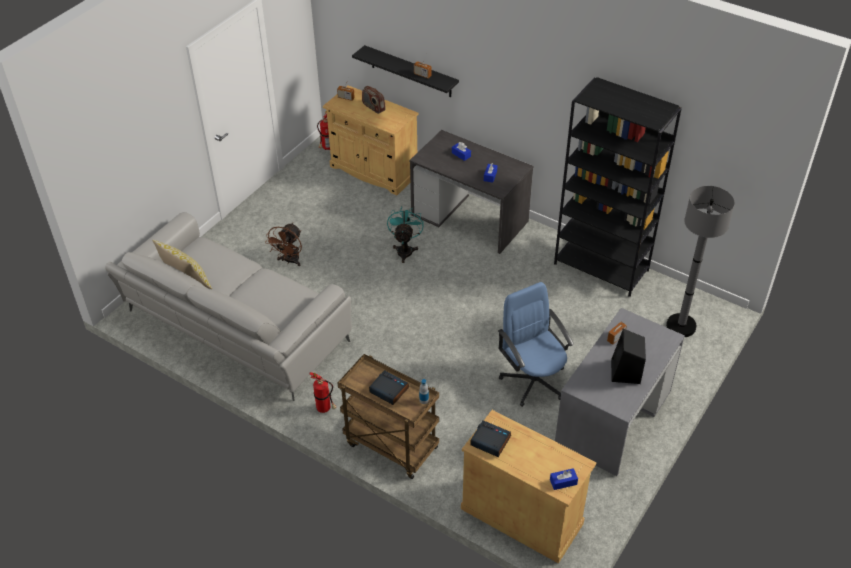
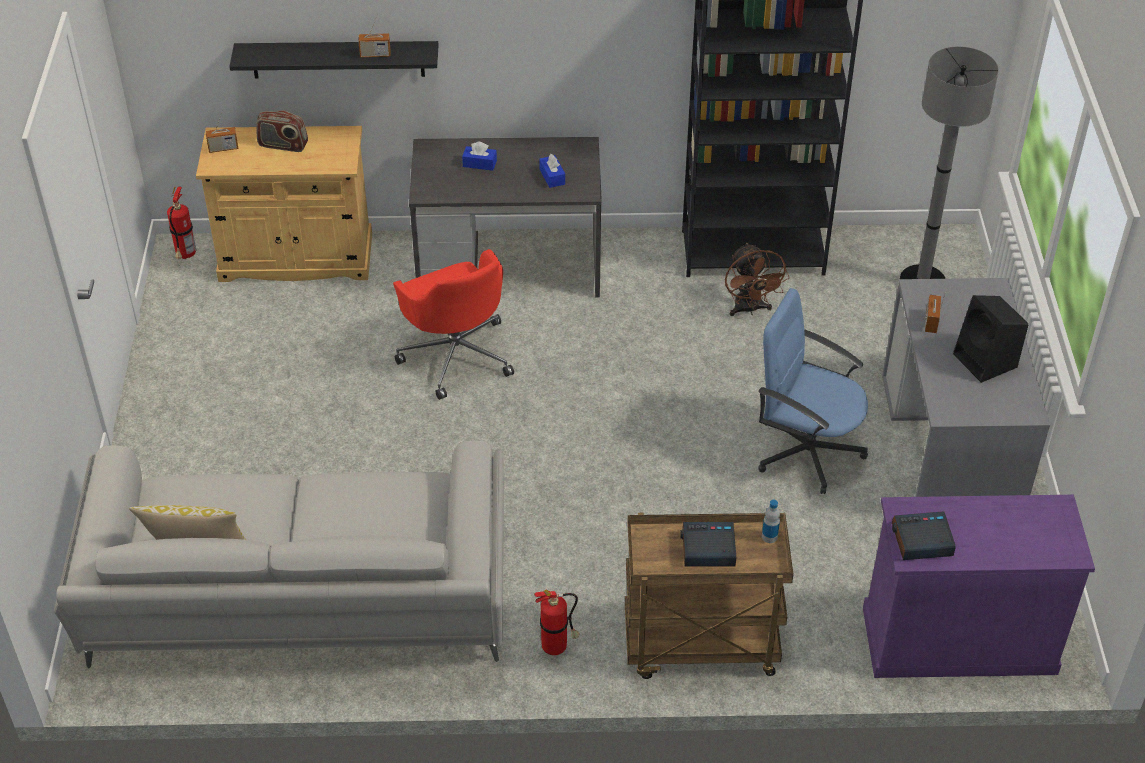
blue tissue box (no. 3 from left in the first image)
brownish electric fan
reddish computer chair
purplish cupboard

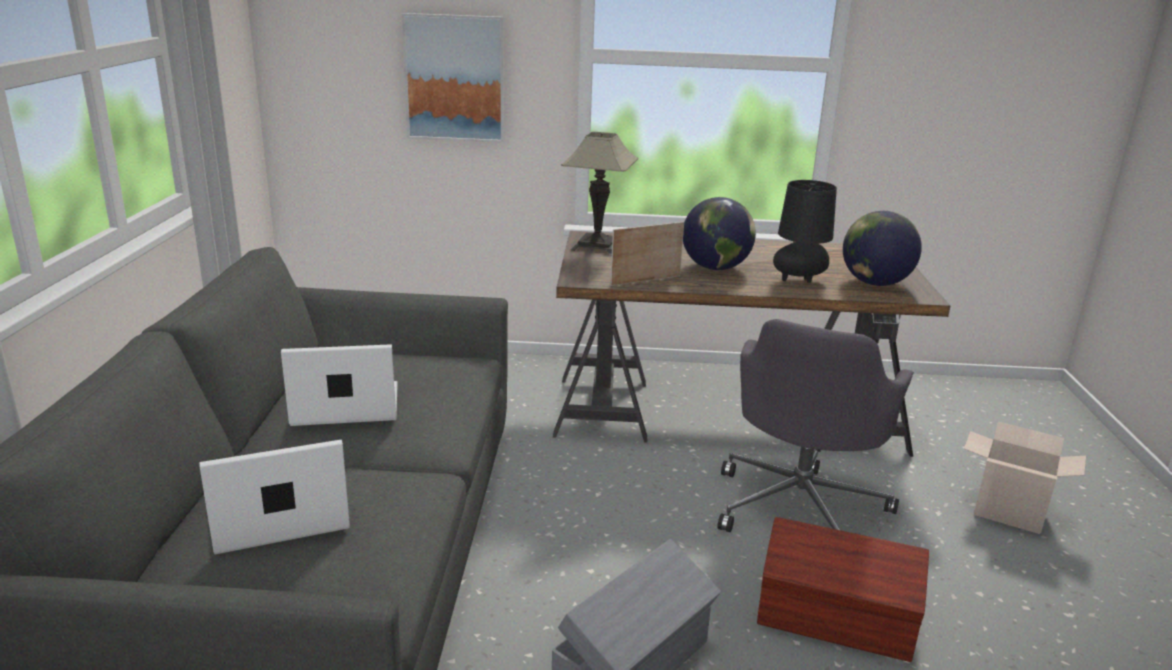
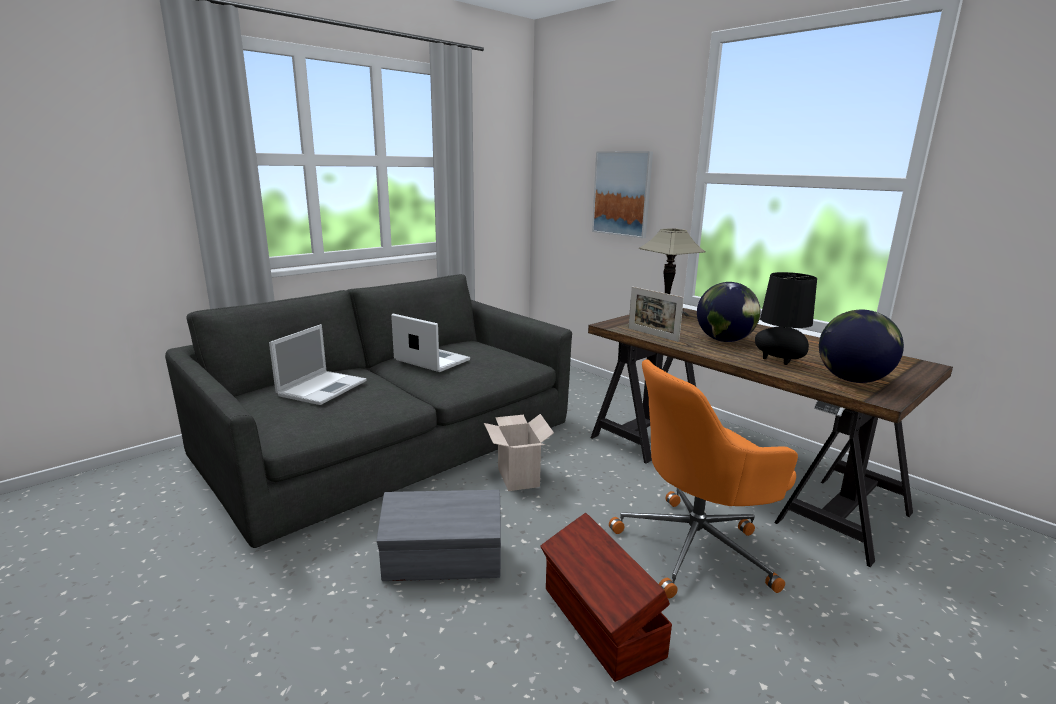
cardboard box
orangey computer chair
portable computer (no. 1 from left)
picture frame

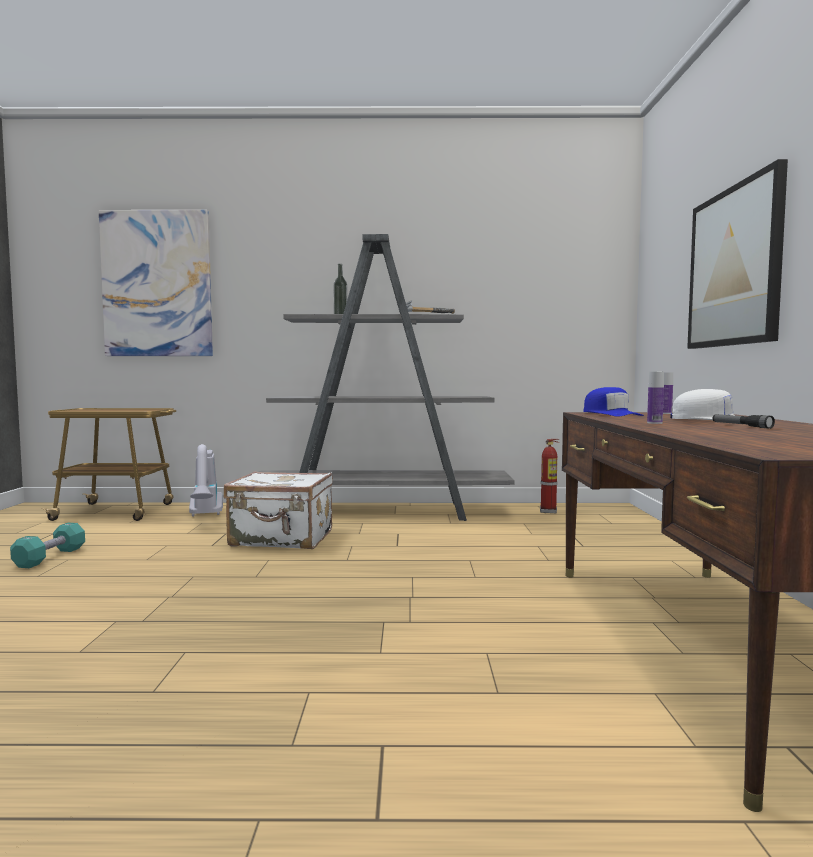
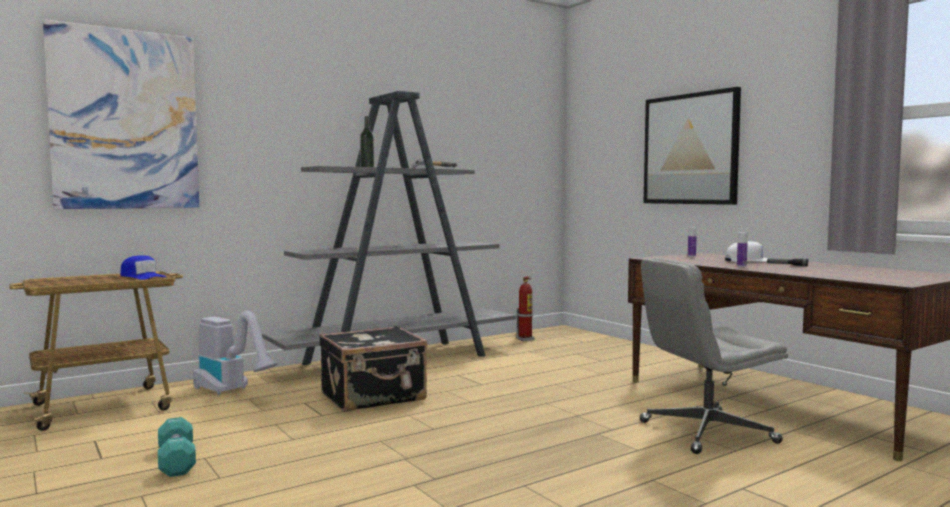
grey computer chair
blue cap
blackish travel case

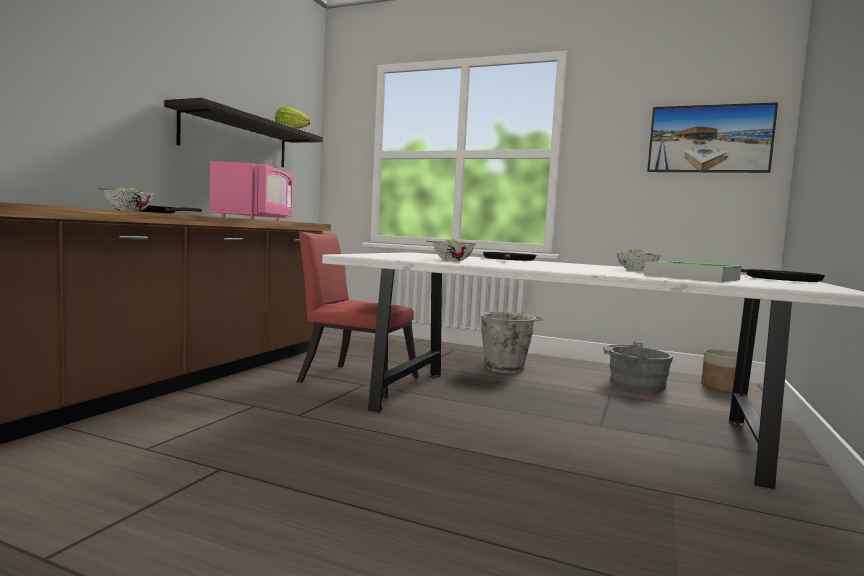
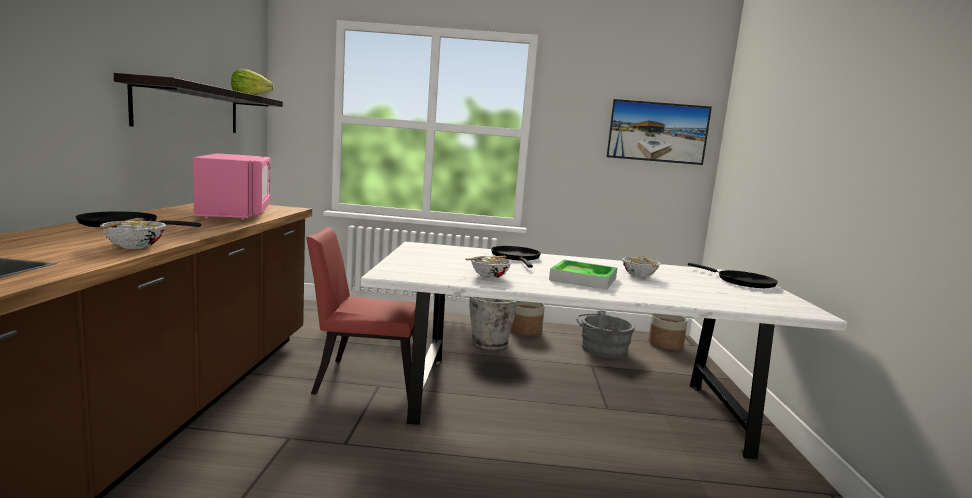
flower pot (no. 1 from left)
serving tray

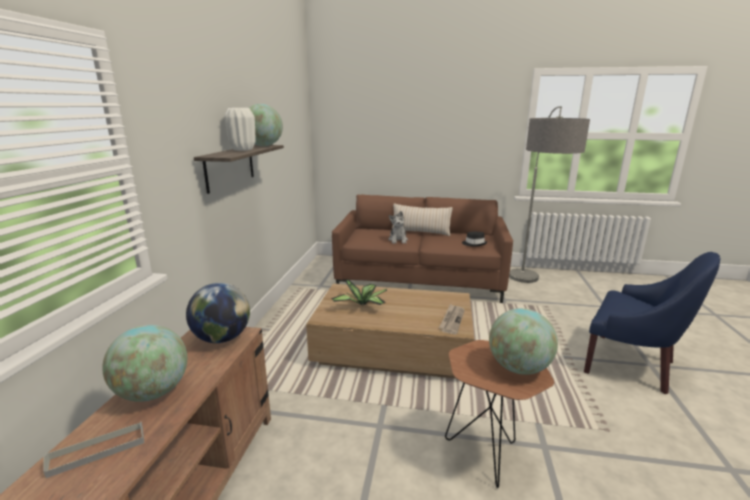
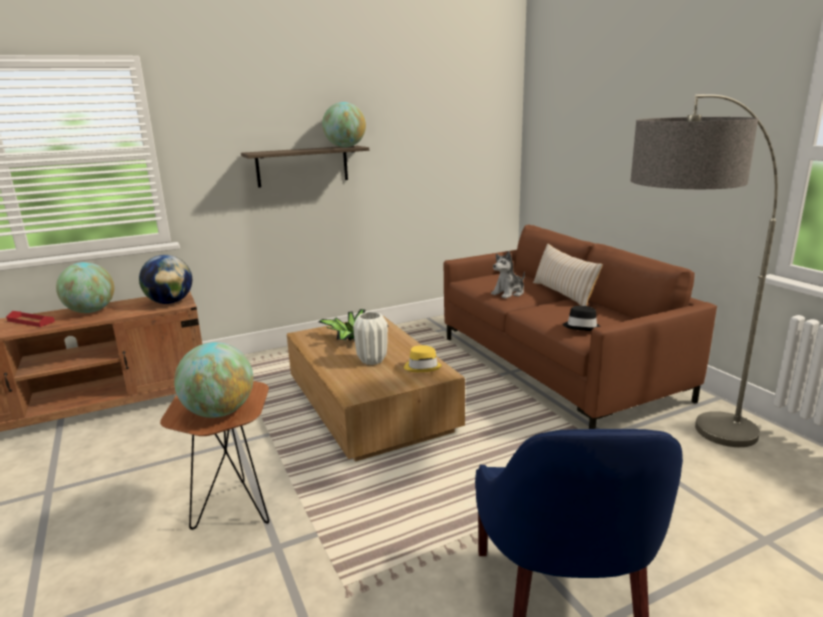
daily paper
yellow clothing hat
white vase
reddish serving tray

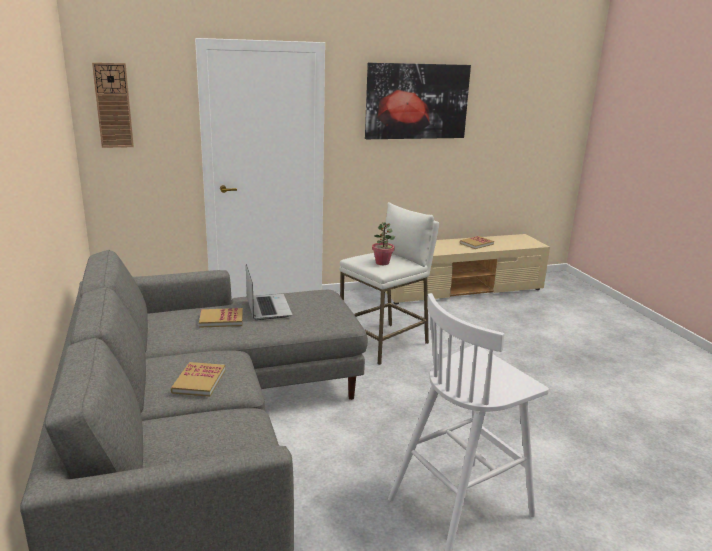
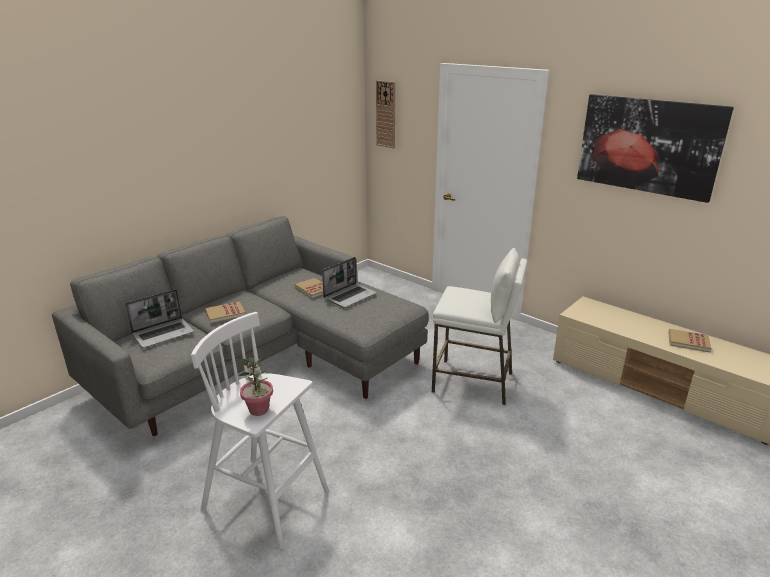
portable computer (no. 1 from left)
houseplant

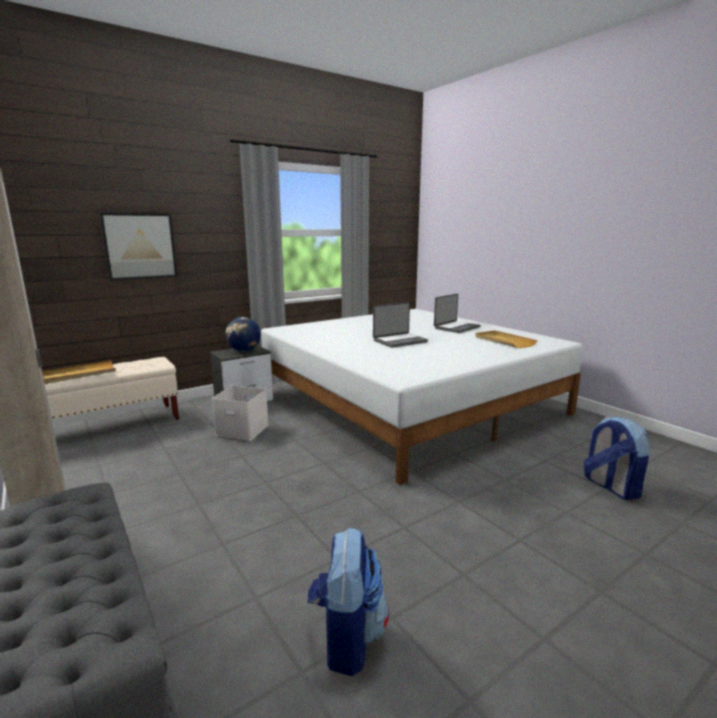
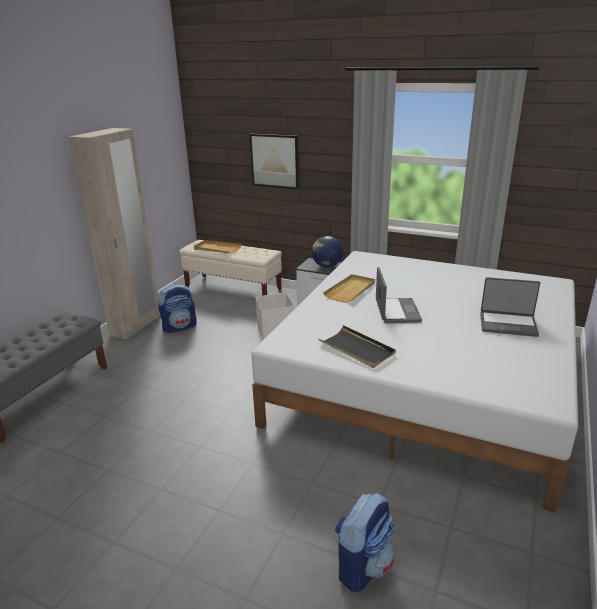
blackish serving tray
rucksack (no. 1 from left)
sand-coloured serving tray (no. 2 from left)
portable computer (no. 1 from left)

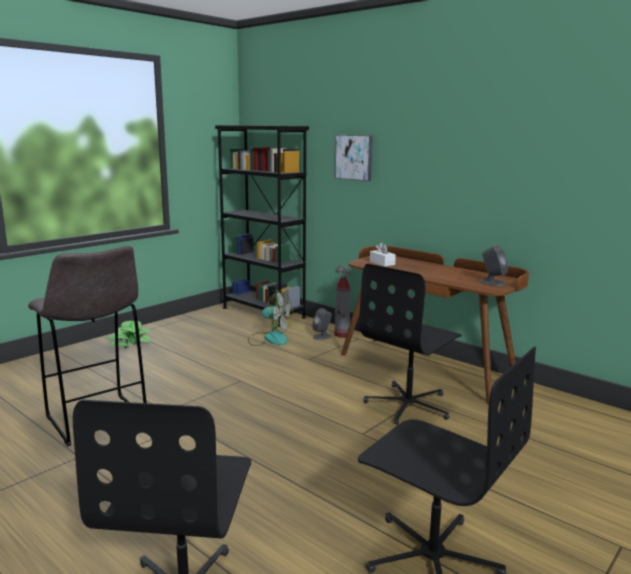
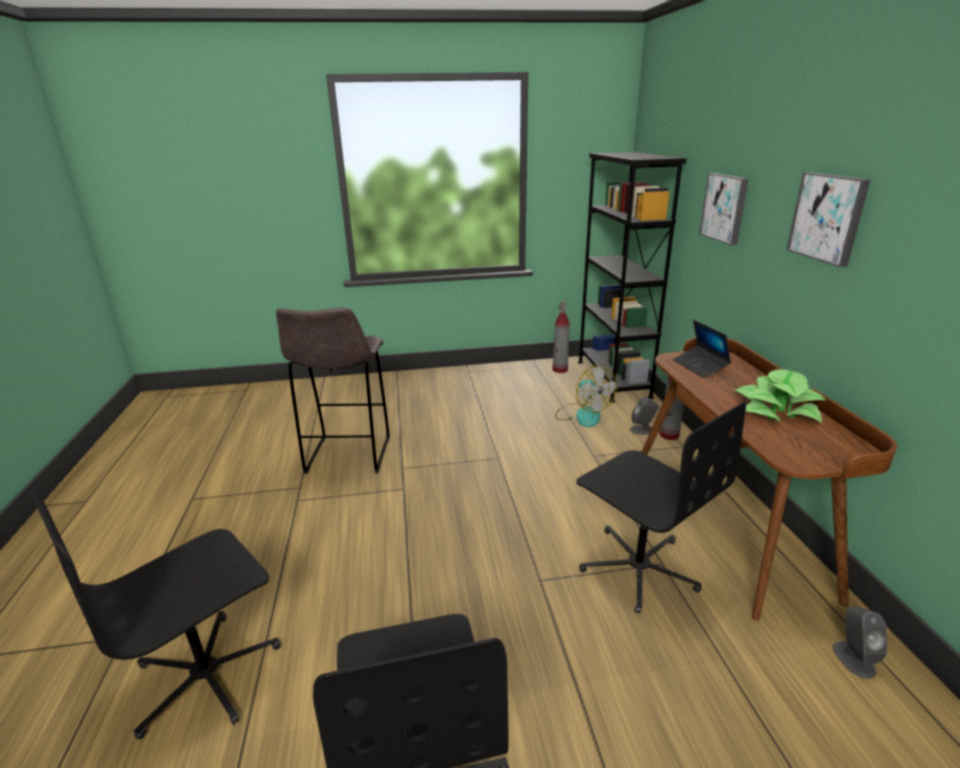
fire extinguisher (no. 1 from left)
wall picture (no. 2 from left)
houseplant
grey loudspeaker (no. 2 from left)
portable computer
blackish computer chair (no. 3 from left)

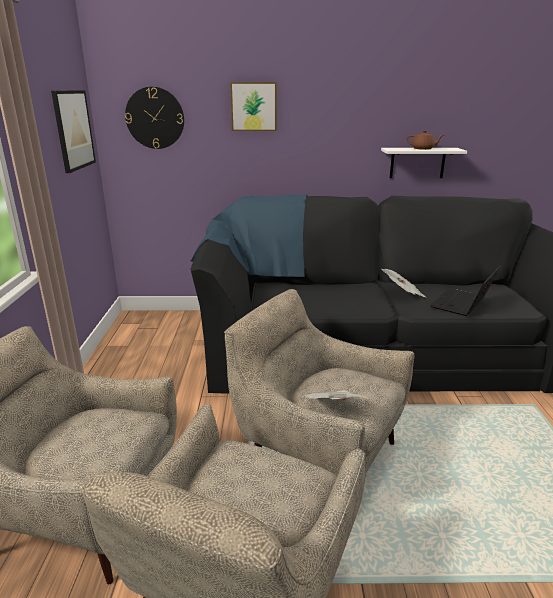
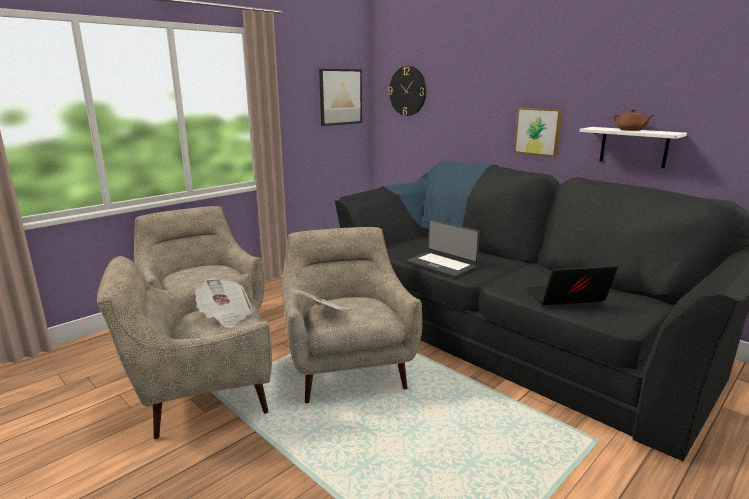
portable computer (no. 1 from left)
wall picture (no. 2 from left)
daily paper (no. 1 from left)

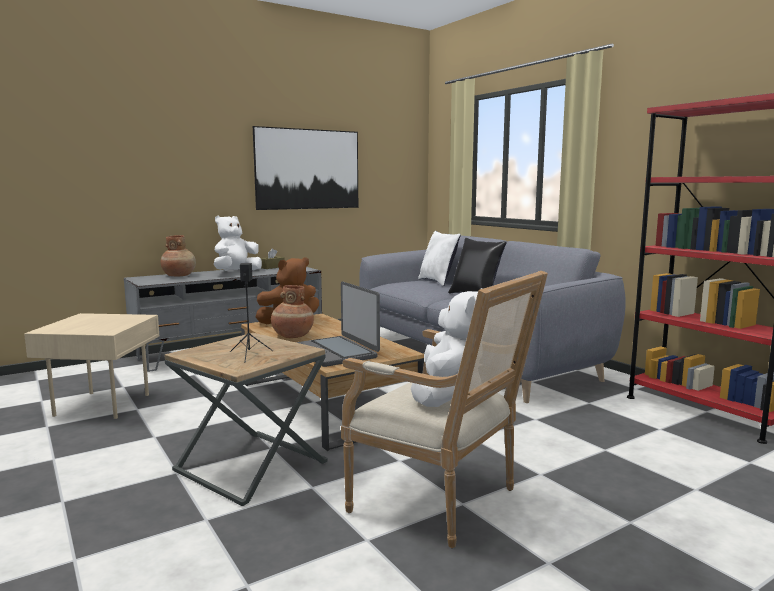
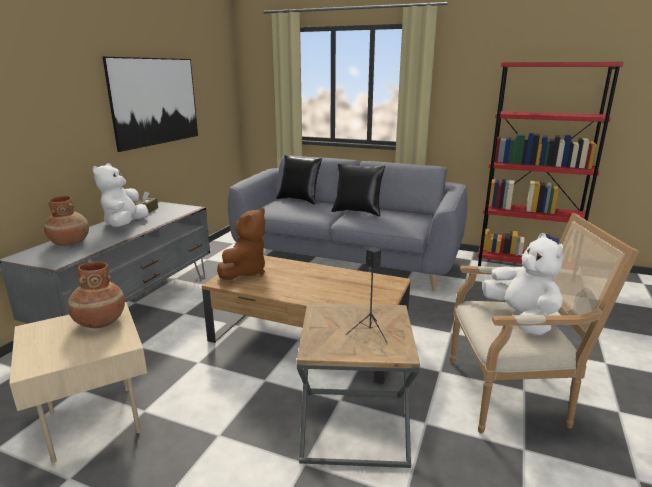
portable computer
brownish vase (no. 2 from left)
blackish cushion (no. 1 from left)

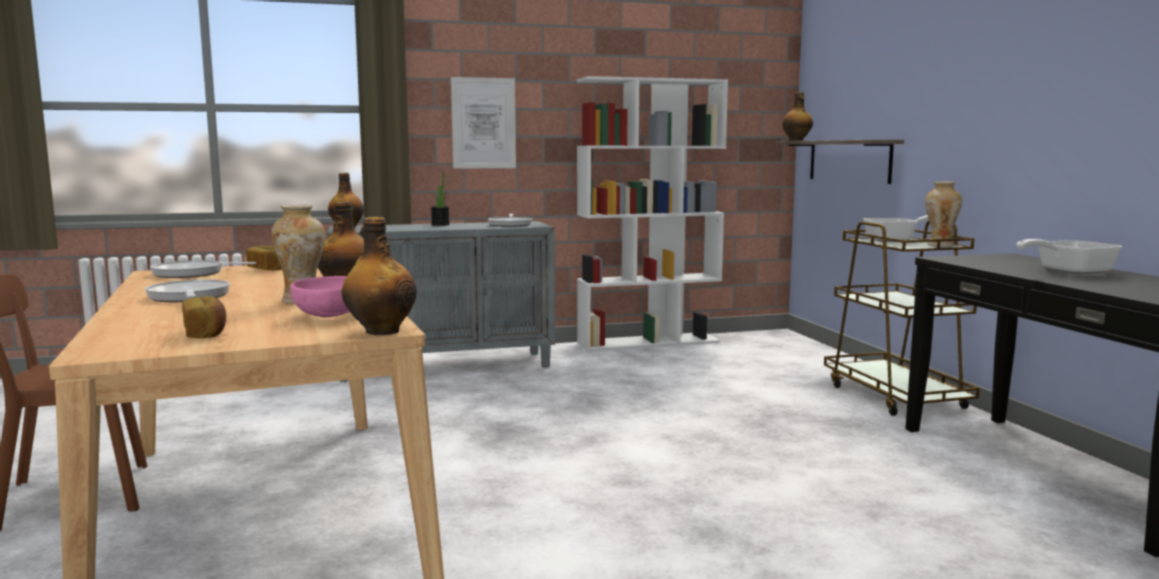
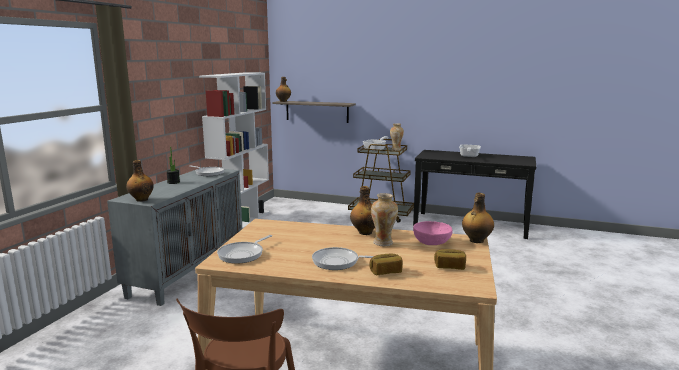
wall picture
bread (no. 1 from left)

